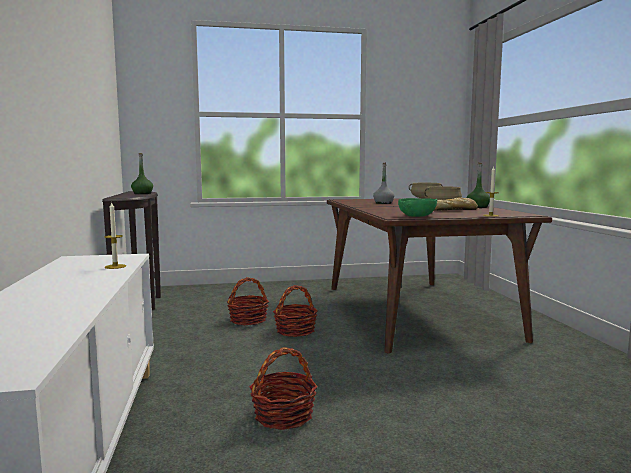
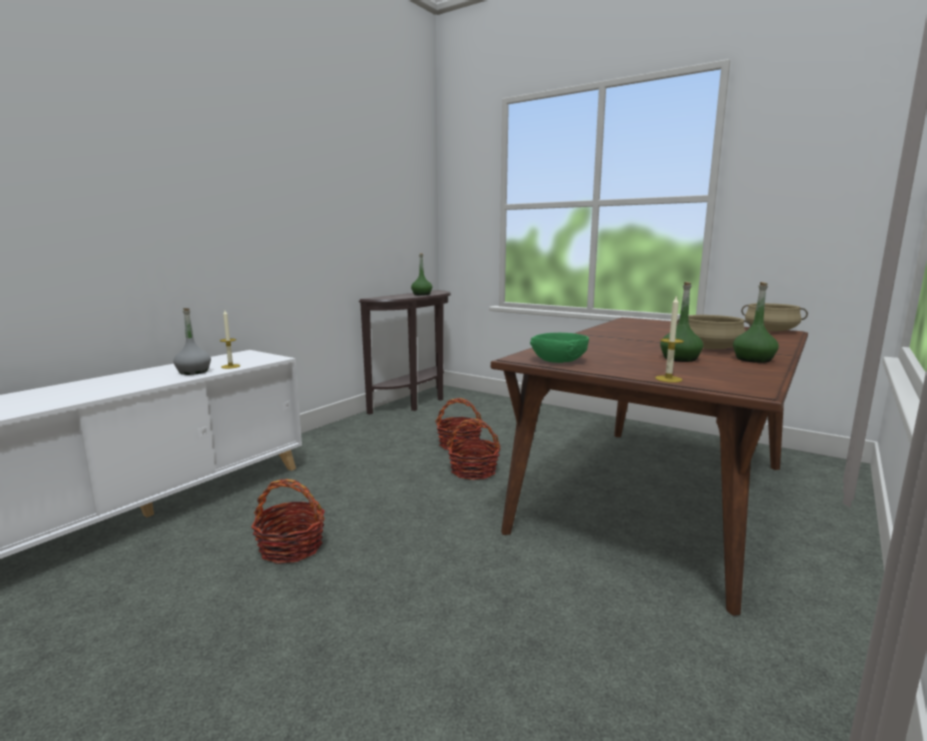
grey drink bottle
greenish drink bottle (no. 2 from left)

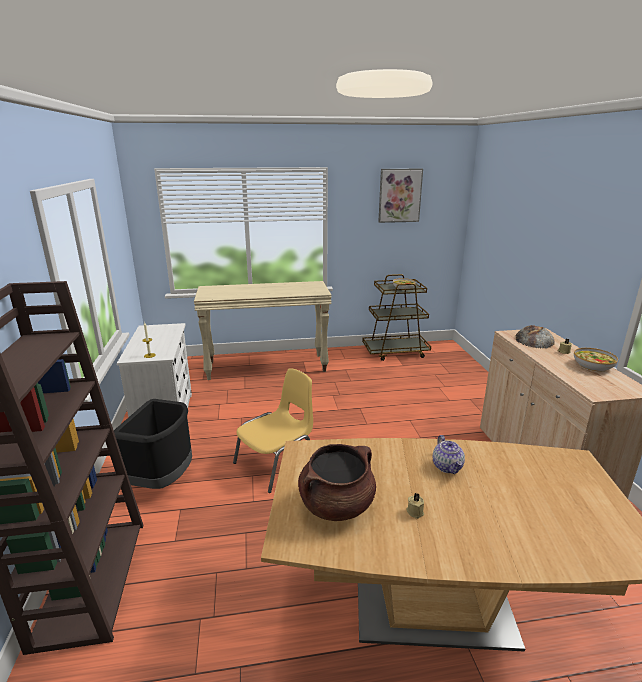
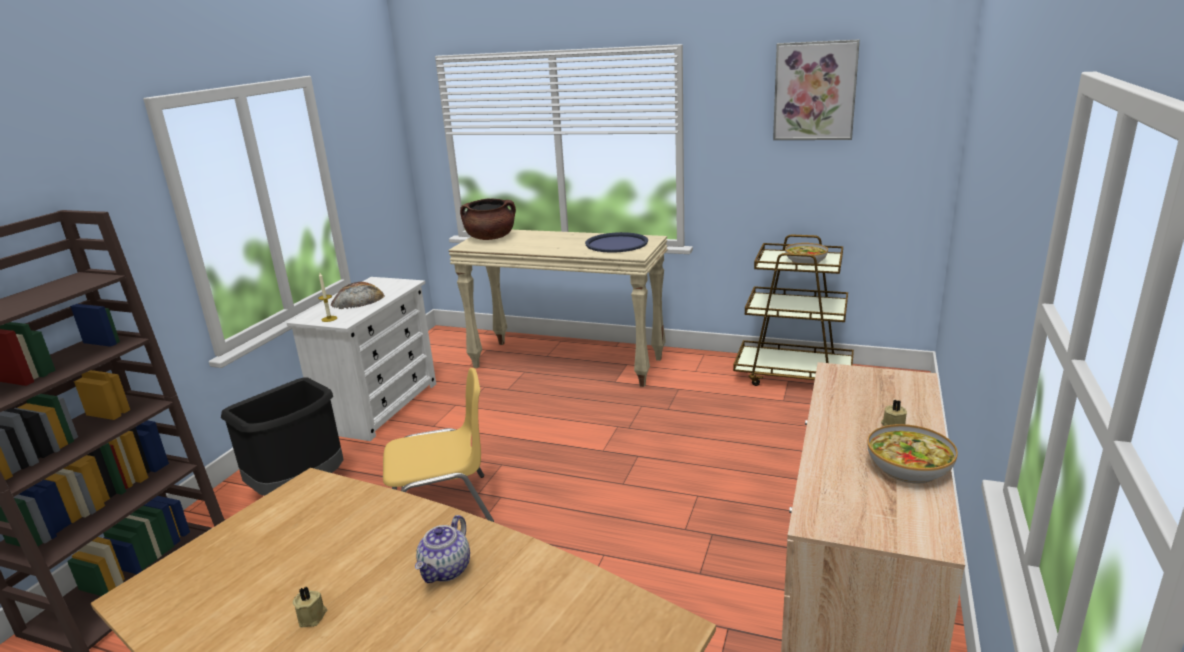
blue serving tray
brownish cooking pot
bread

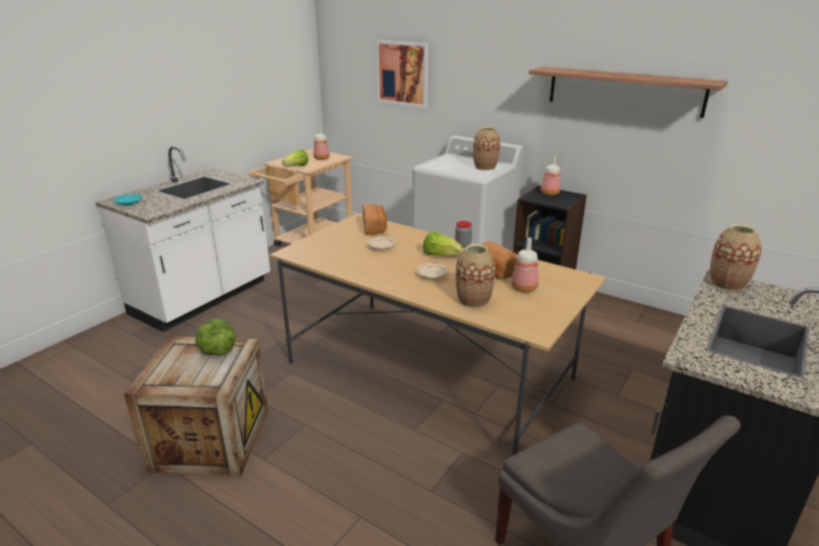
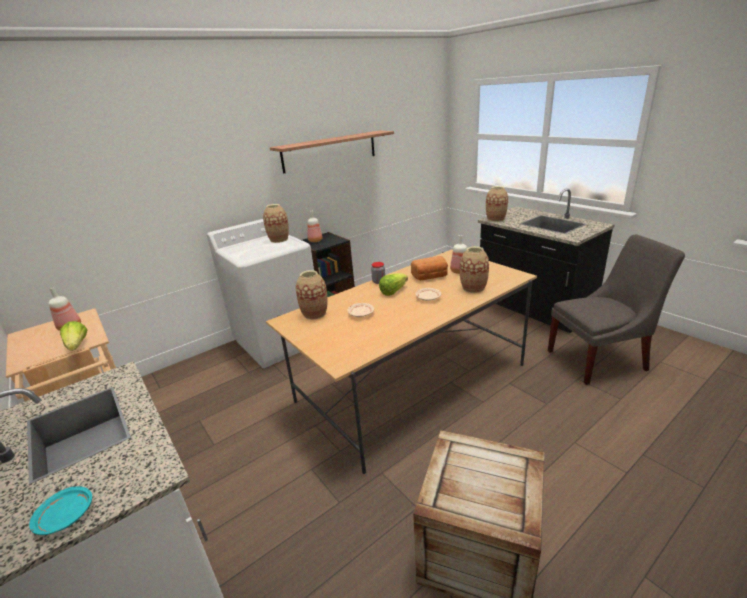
head of lettuce (no. 1 from left in the first image)
wall picture
vase (no. 2 from left)

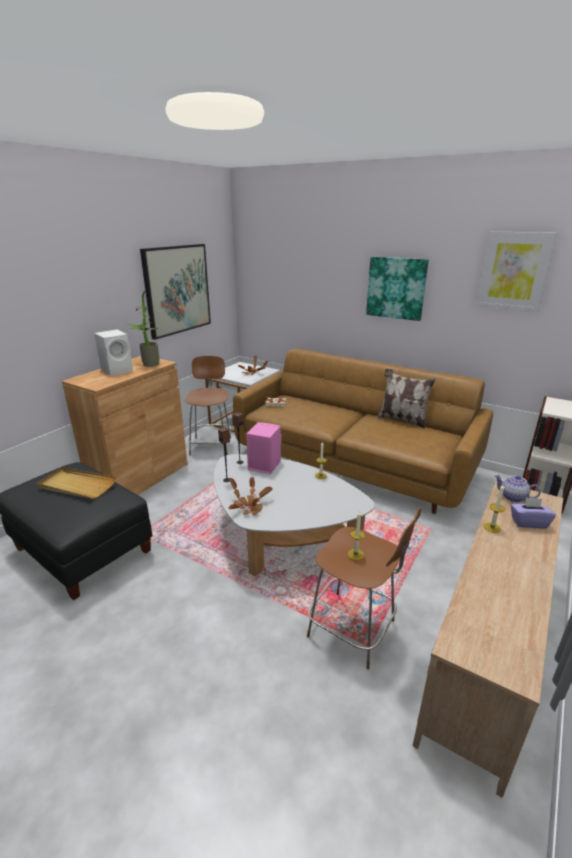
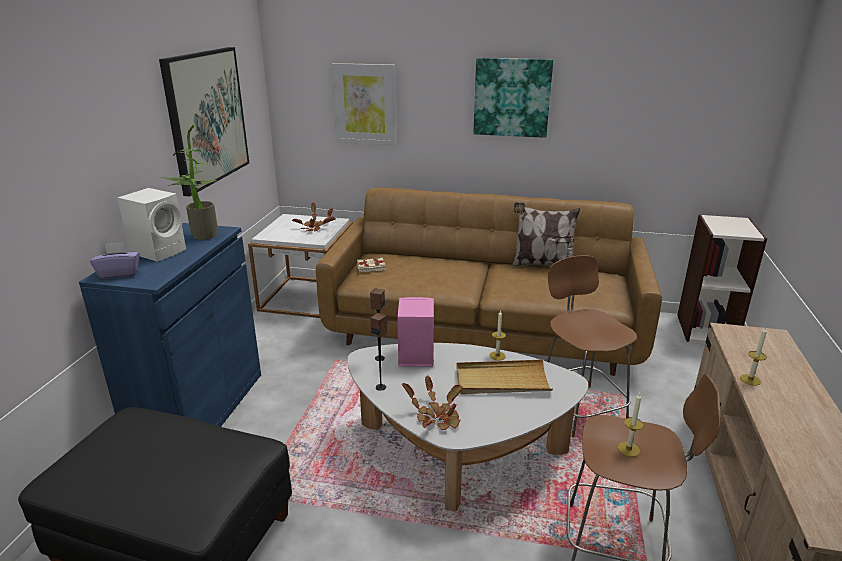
tea pot
sand-coloured serving tray
brownish sitting stool (no. 1 from left)
wall picture (no. 2 from left)
purplish tissue box
blue cupboard

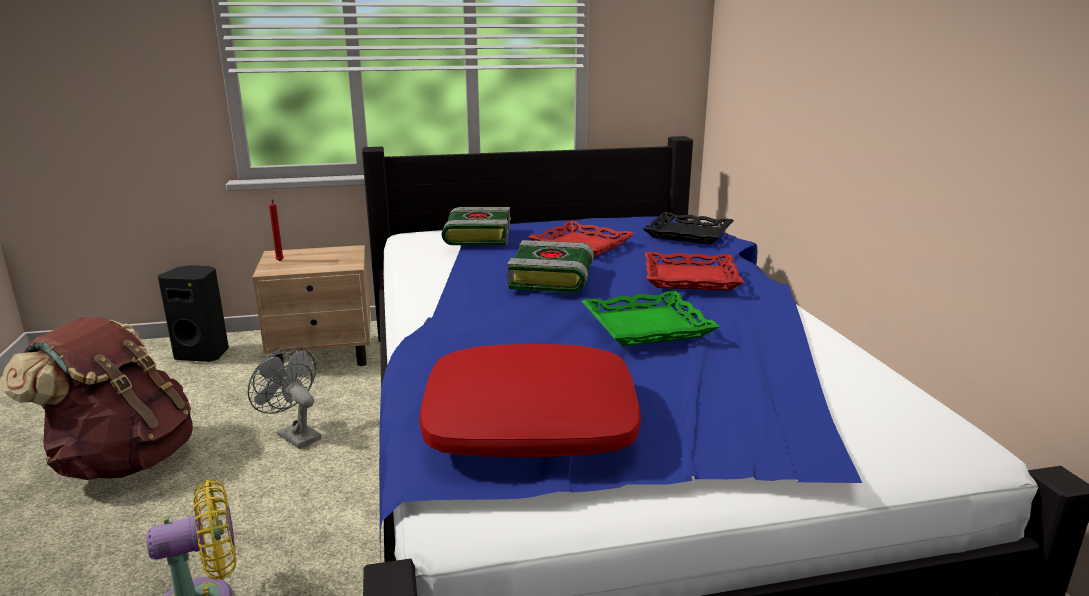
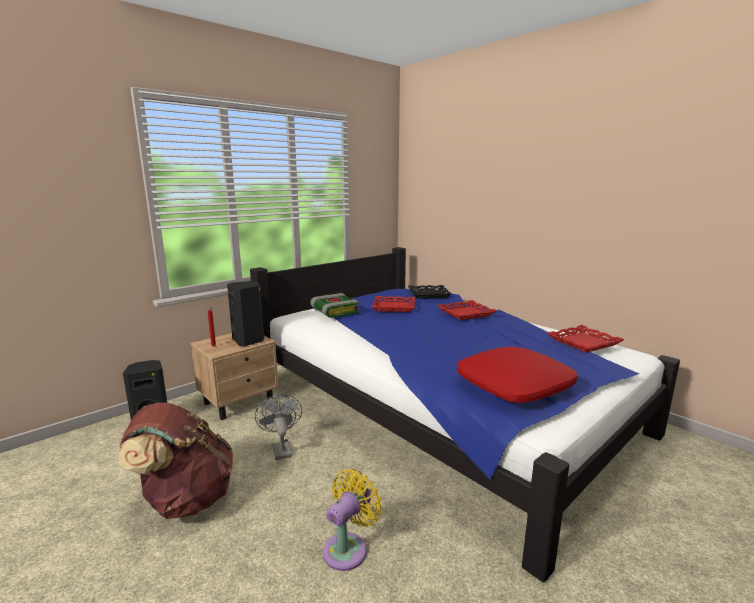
volume (no. 2 from left in the first image)
greenish serving tray
blackish loudspeaker (no. 2 from left)
reddish serving tray (no. 3 from left)
grey electric fan

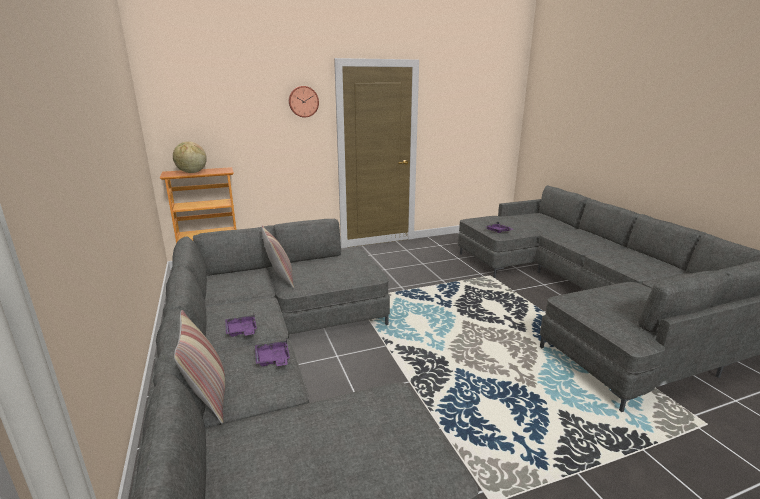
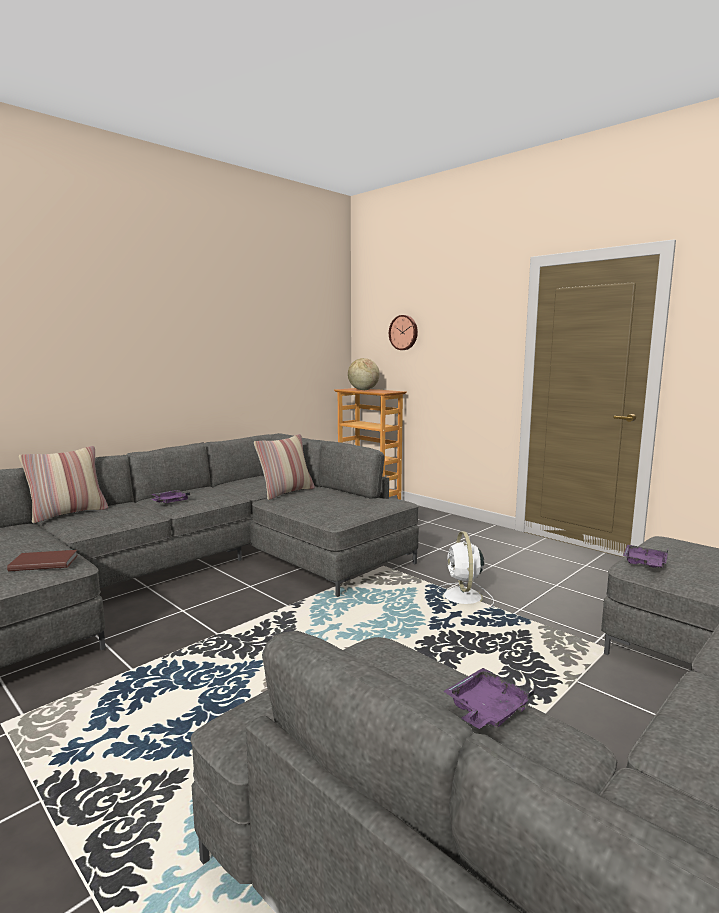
brownish volume
white electric fan
purplish serving tray (no. 2 from left)
hanging clock

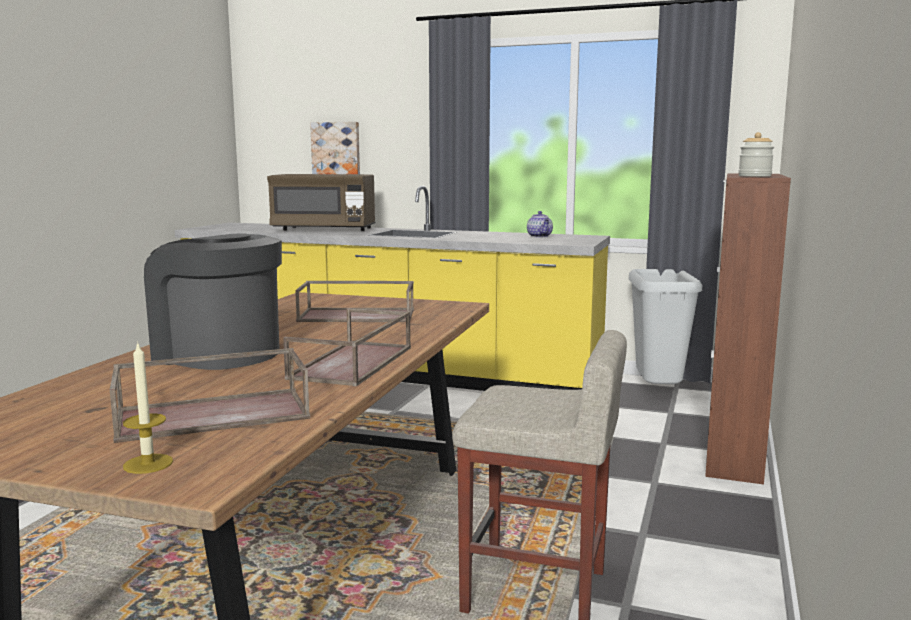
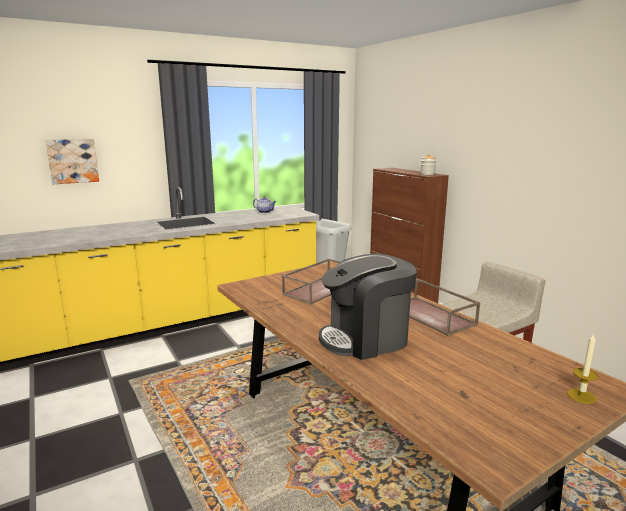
brownish serving tray (no. 1 from left in the first image)
brownish microwave

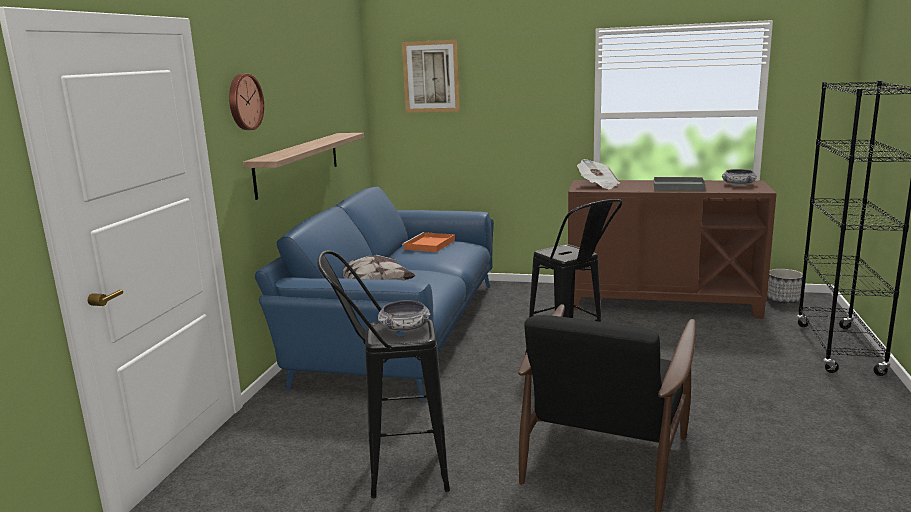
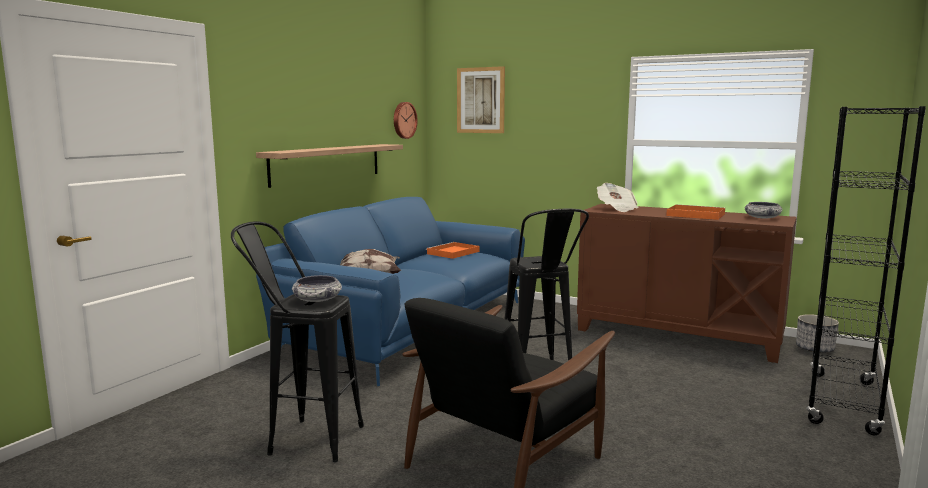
hanging clock
orangey serving tray (no. 2 from left)

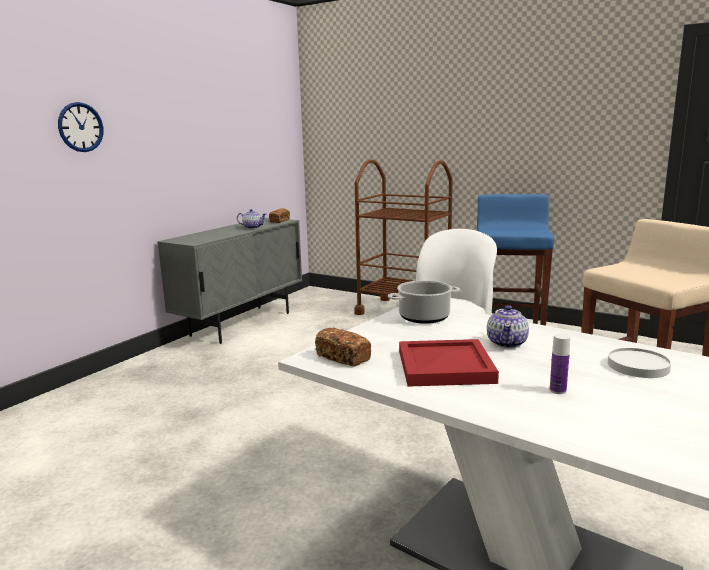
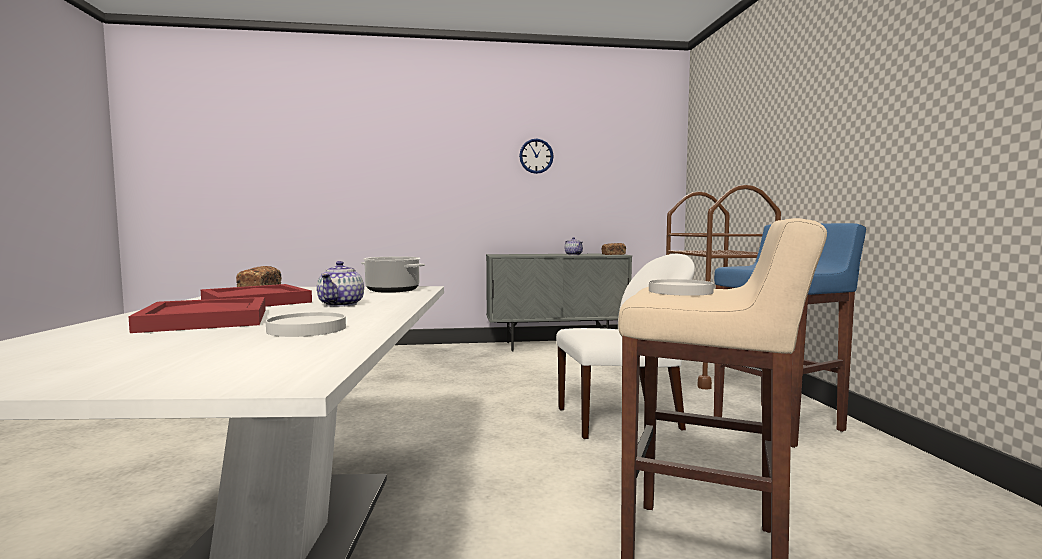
white flat dish (no. 2 from left)
hanging clock
reddish serving tray (no. 1 from left)
tea pot (no. 1 from left)

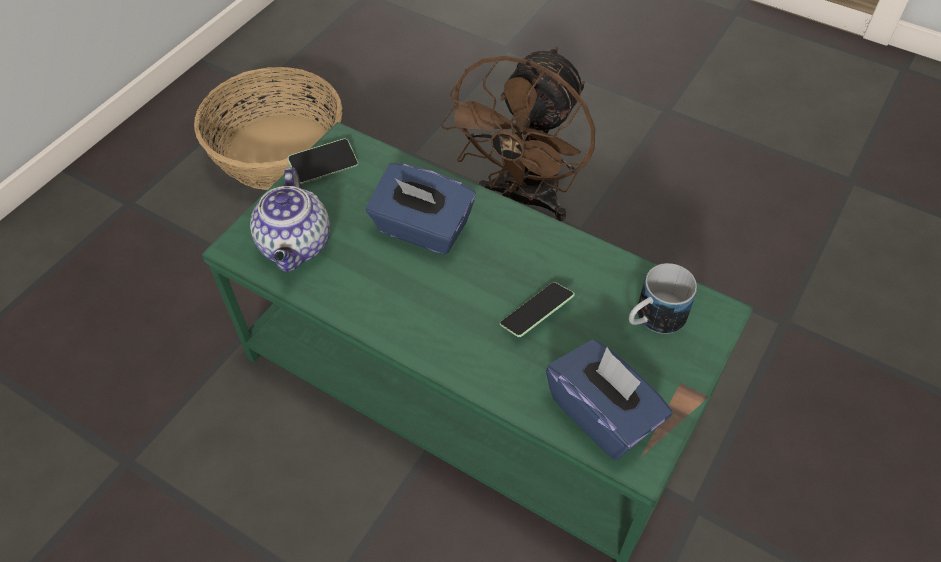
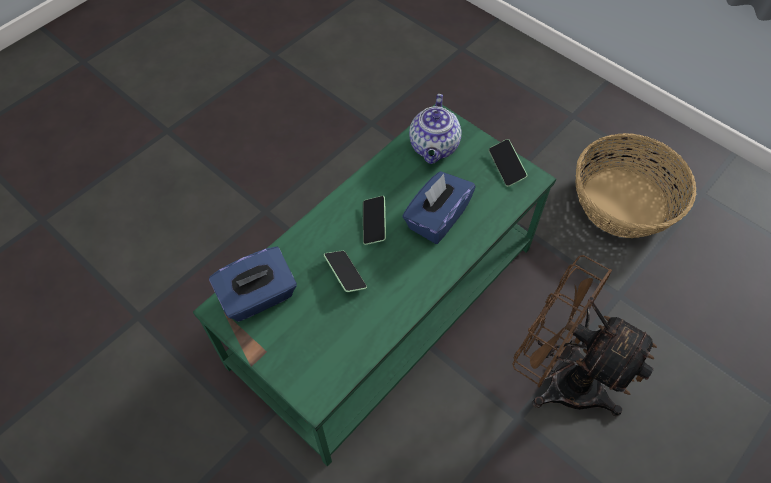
mug
telephone (no. 2 from left)
tea pot

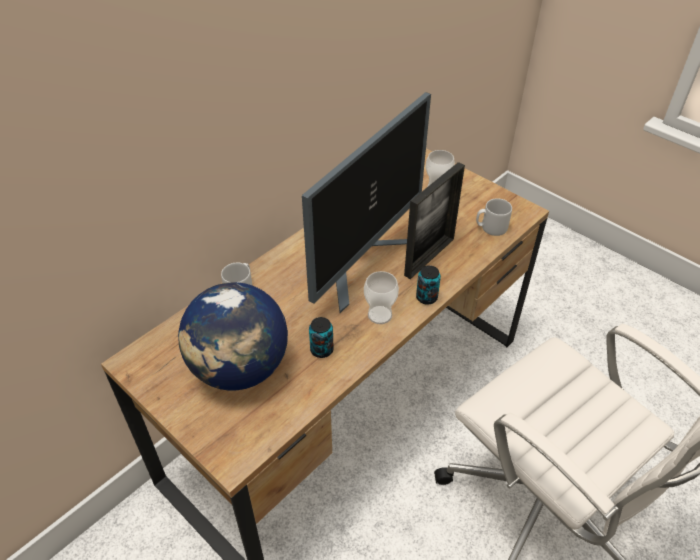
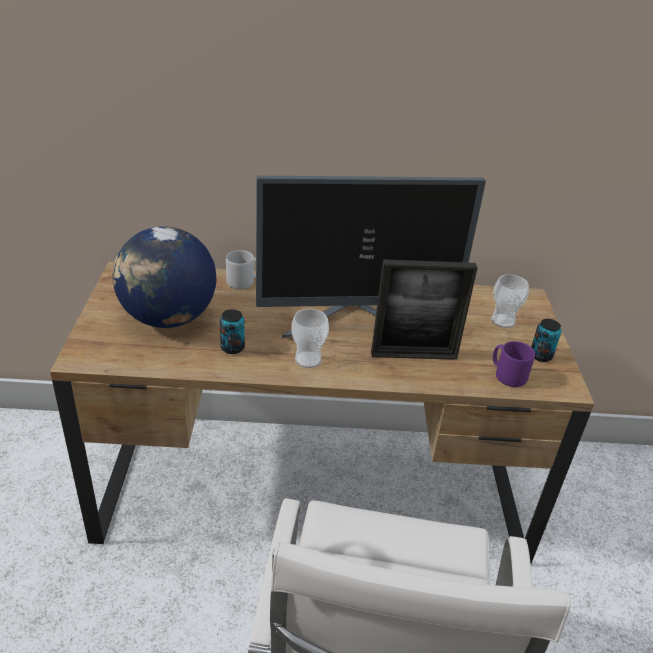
metal can (no. 2 from left)
purplish mug

